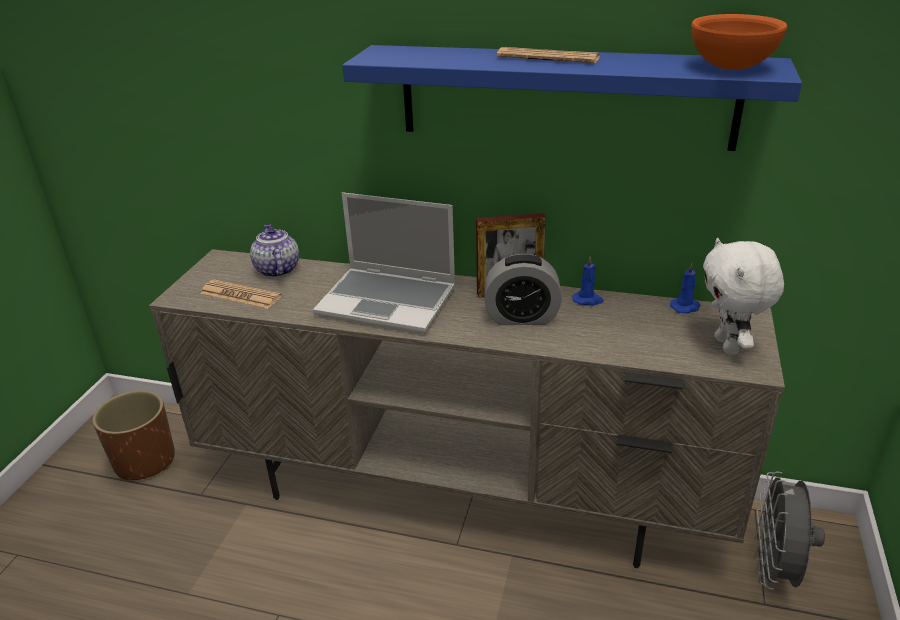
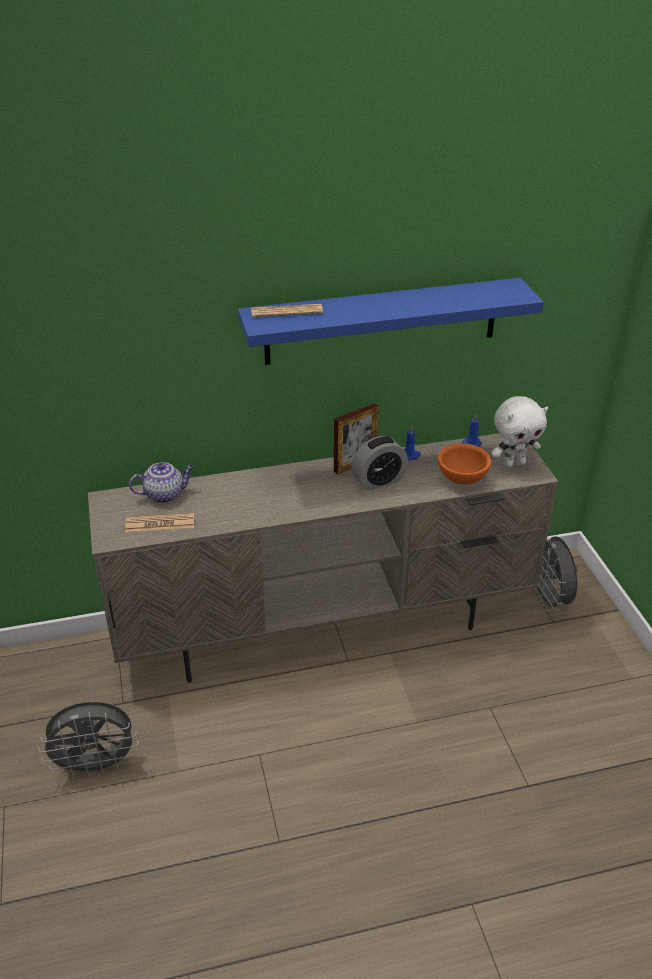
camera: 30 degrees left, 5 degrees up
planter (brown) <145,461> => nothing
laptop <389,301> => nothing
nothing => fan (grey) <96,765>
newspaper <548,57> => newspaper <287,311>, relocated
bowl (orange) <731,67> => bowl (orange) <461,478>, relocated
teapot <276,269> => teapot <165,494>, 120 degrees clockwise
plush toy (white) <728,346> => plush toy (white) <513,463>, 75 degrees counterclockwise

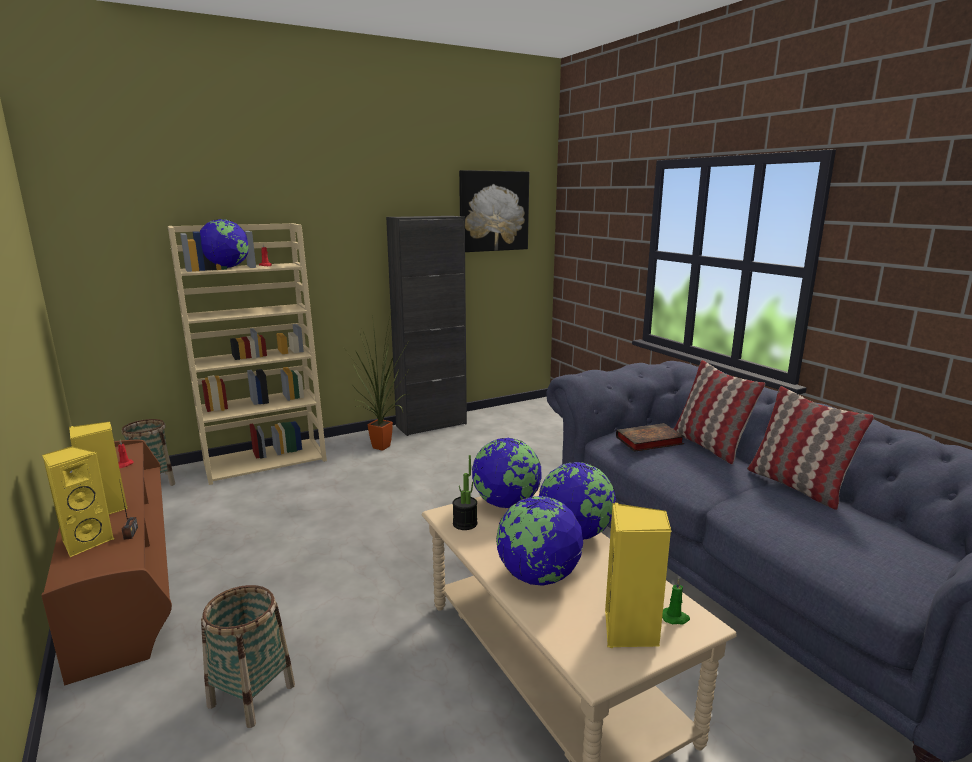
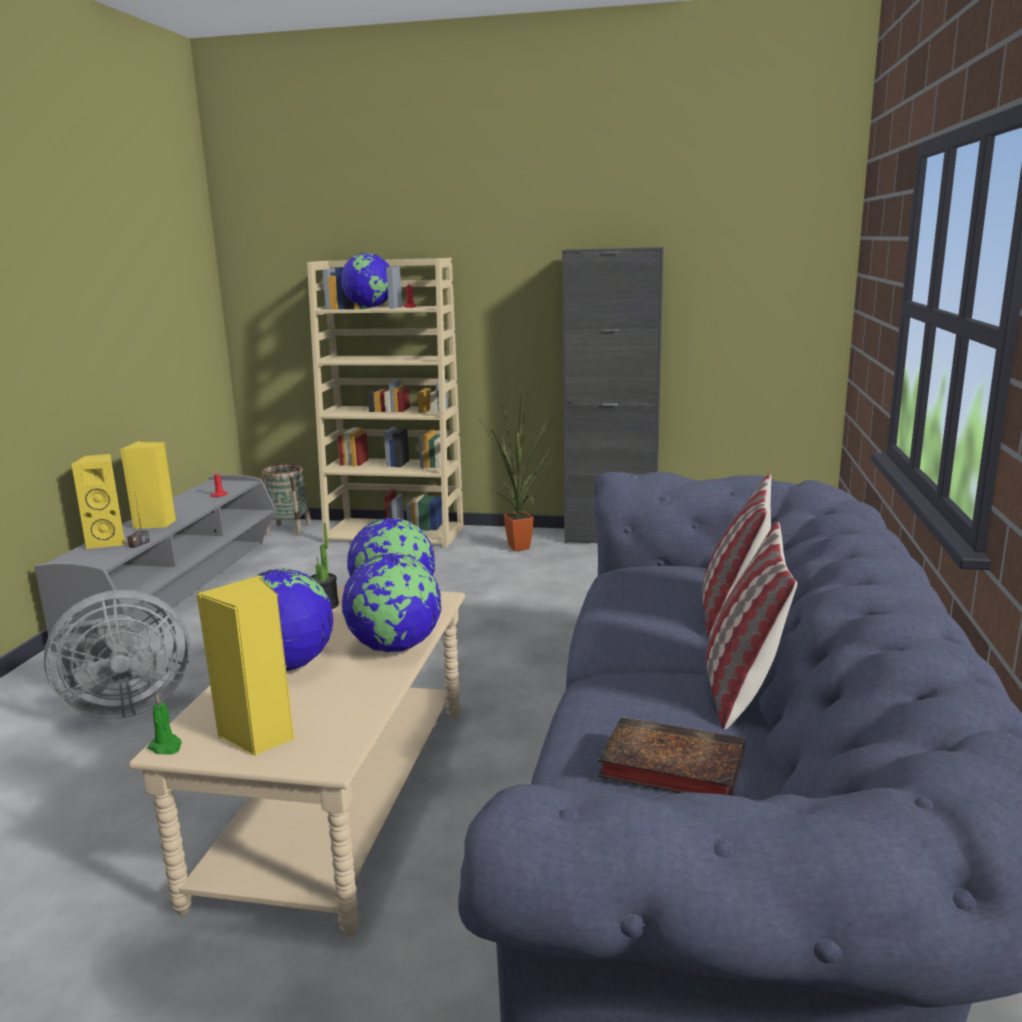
camera: 40 degrees right, 0 degrees up
picture <493,211> => nothing
book <648,441> => book <667,766>, relocated
candle (green) <675,618> => candle (green) <166,747>, relocated
basket <251,695> => fan (grey) <123,707>
tv stand (brown) <126,569> => tv stand (grey) <181,590>

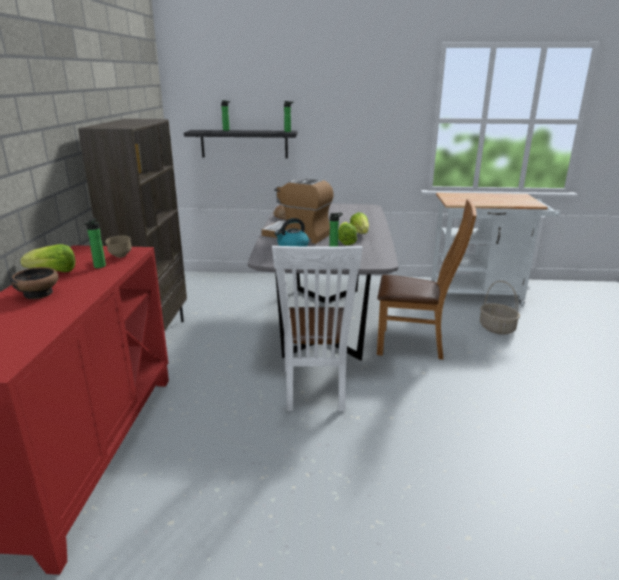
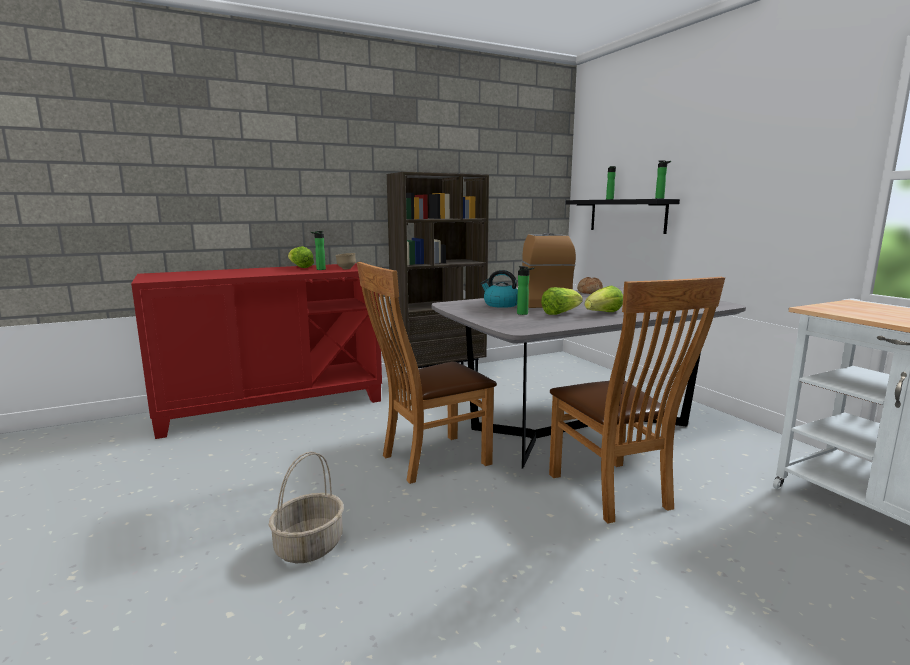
camera: 60 degrees right, 10 degrees down
bowl <38,293> => nothing
basket <496,328> => basket <309,545>, relocated
chair (white) <315,392> => chair (brown) <429,460>

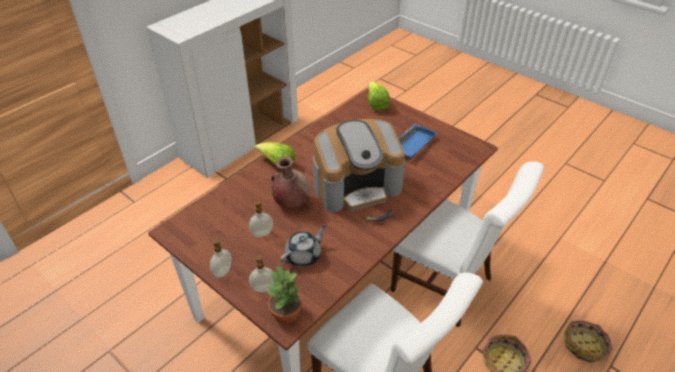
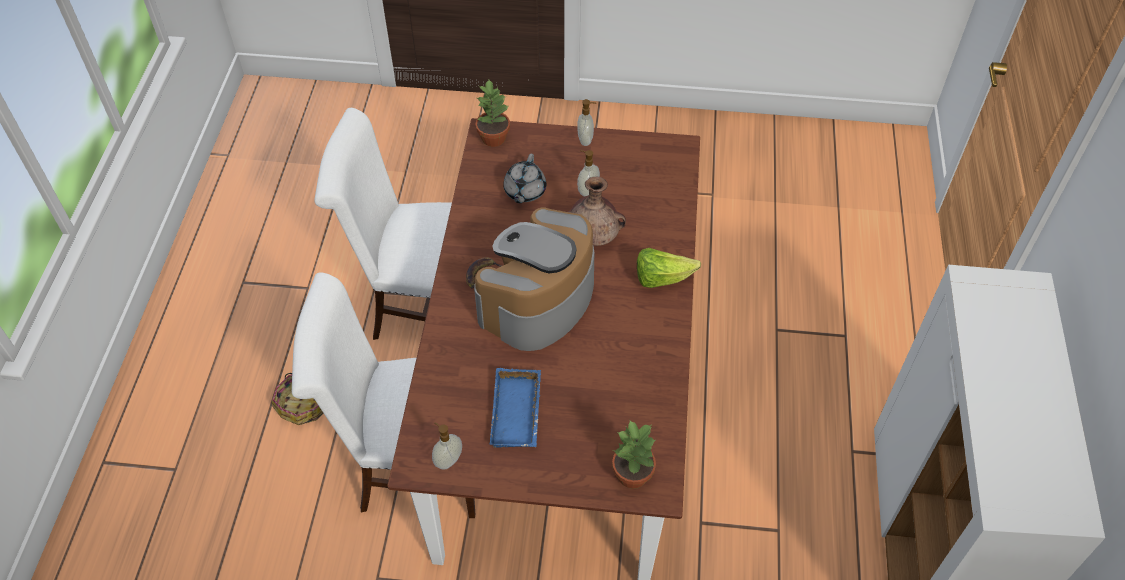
camera: 145 degrees right, 10 degrees up
basket <585,346> => nothing
soap dispenser <263,289> => soap dispenser <448,460>, relocated
lettuce <376,104> => potted plant <633,474>

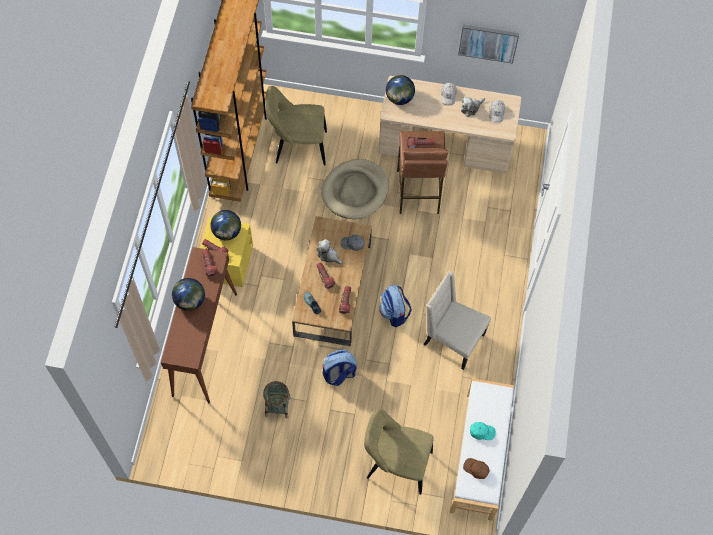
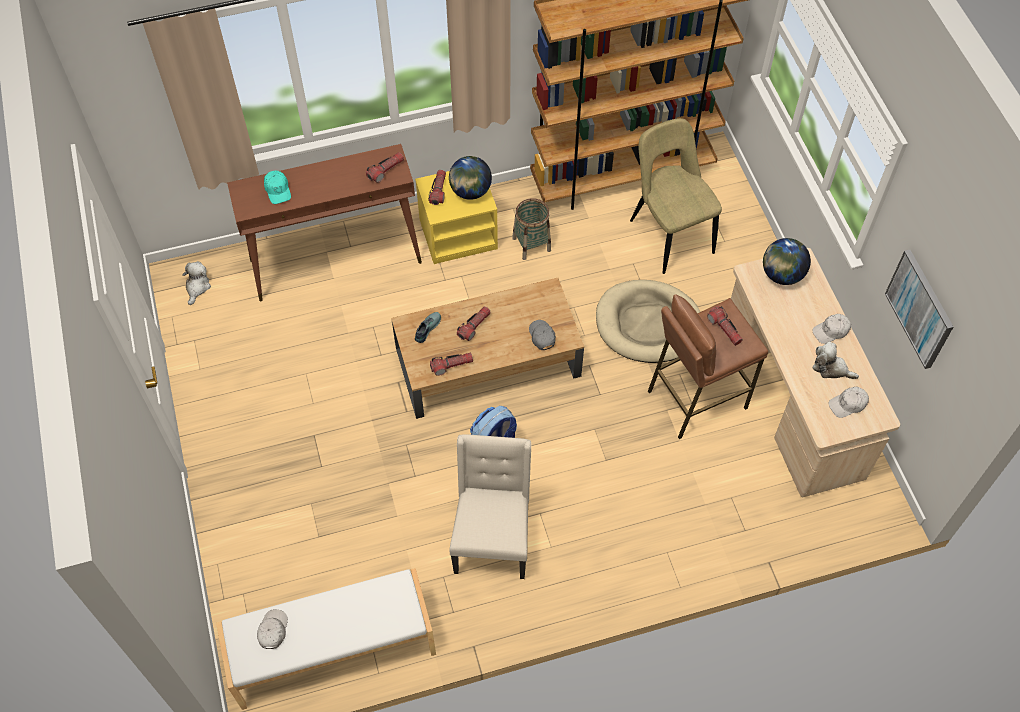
camera: 65 degrees right, 5 degrees down
globe <190,301> => nothing
backpack <339,374> => nothing
chair (beige) <396,464> => nothing
basket <278,406> => basket <531,244>, relocated
plush toy <328,255> => plush toy <197,287>, relocated
cap (turquoise) <481,432> => cap (turquoise) <278,190>, relocated
cap (brown) <476,469> => cap (white) <273,631>

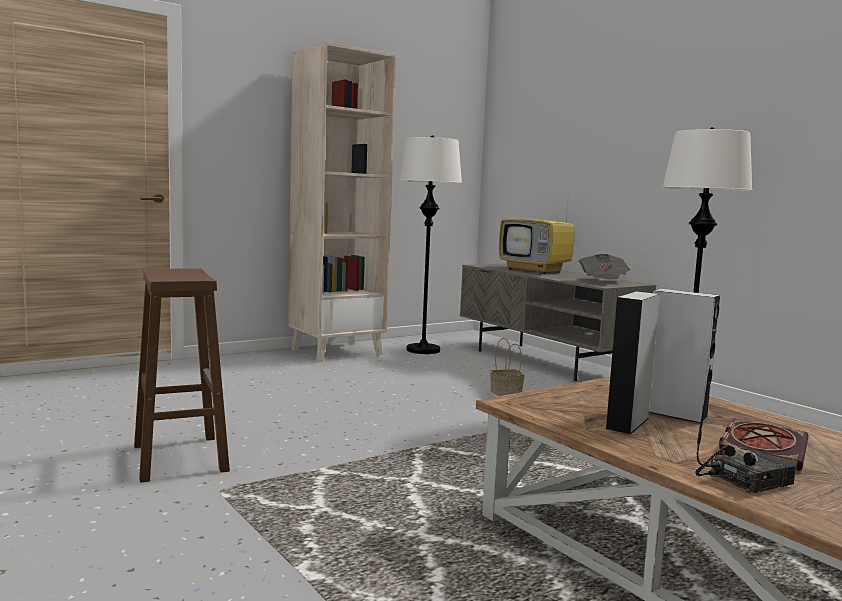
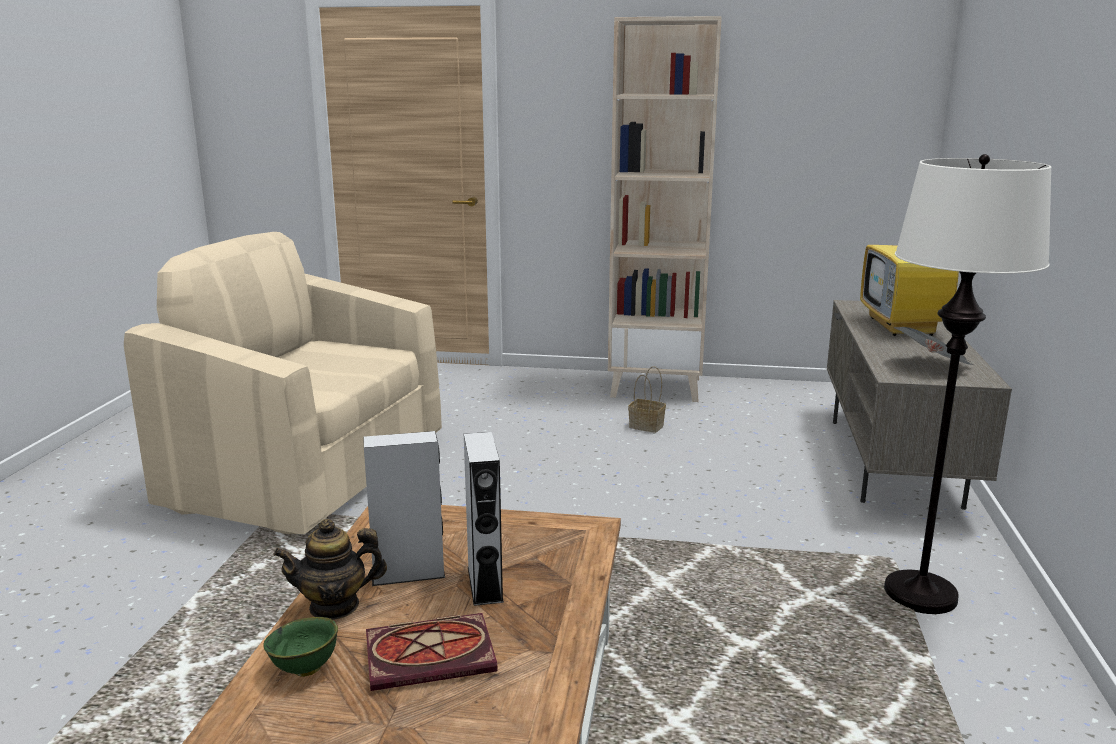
camera: 45 degrees right, 10 degrees up
floor lamp (white) <423,350> => nothing
nothing => teapot <334,606>
basket <506,392> => basket <647,426>, relocated
stool (brown) <179,457> => armchair (beige) <310,471>
radio <743,479> => bowl (green) <304,670>

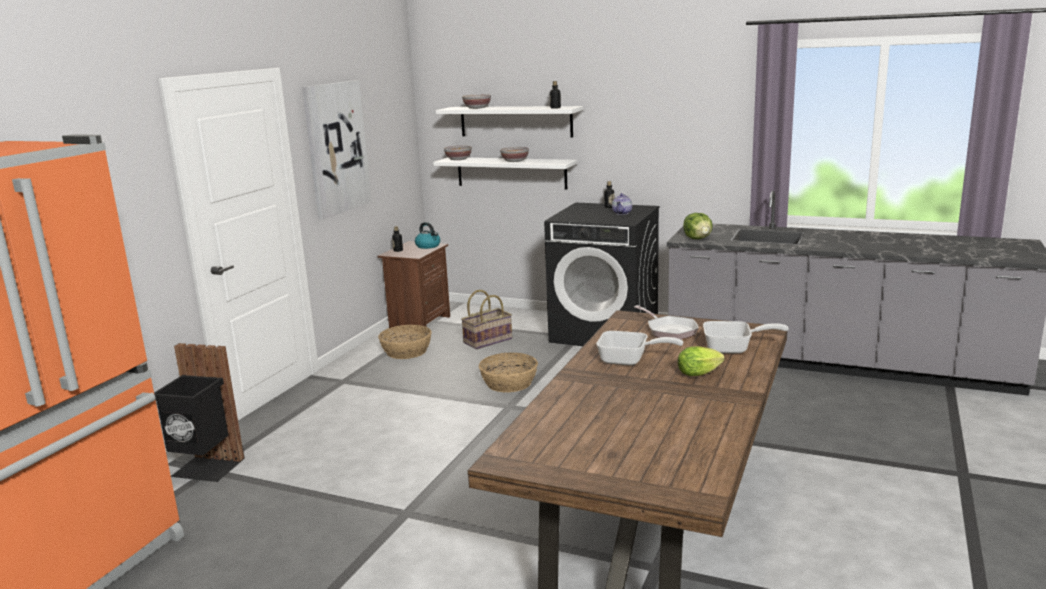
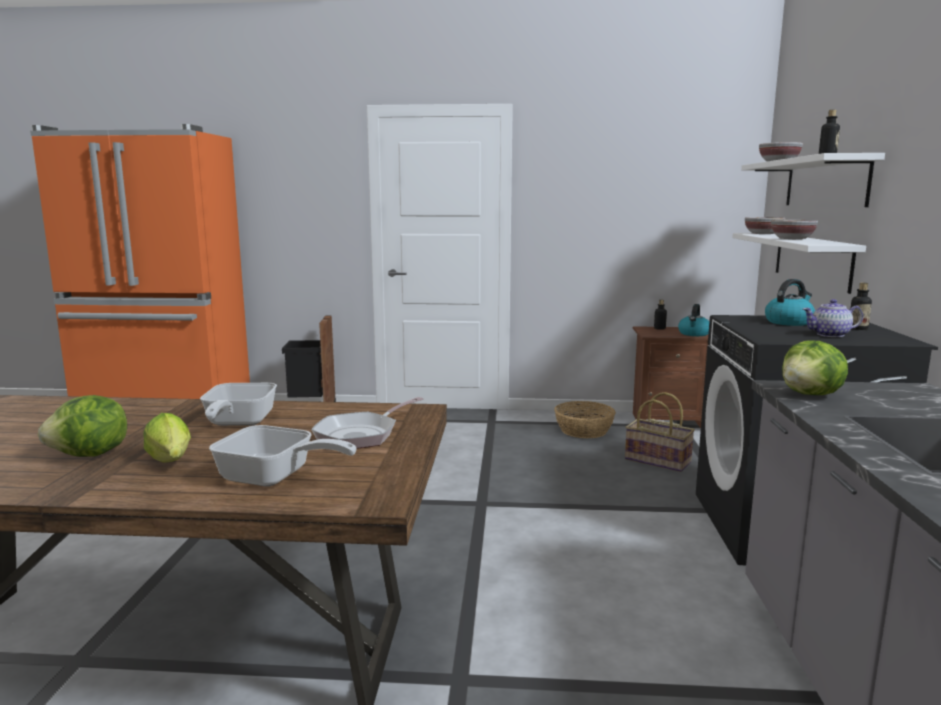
camera: 70 degrees right, 5 degrees down
picture <336,148> => nothing
basket <509,383> => nothing
nothing => lettuce <91,455>
nothing => kettle <789,322>
frying pan <733,349> => frying pan <274,477>, 60 degrees counterclockwise

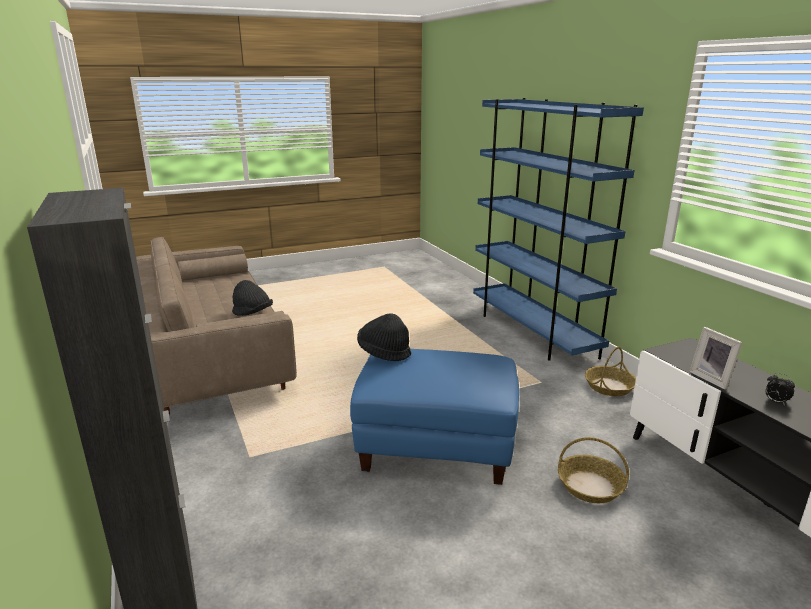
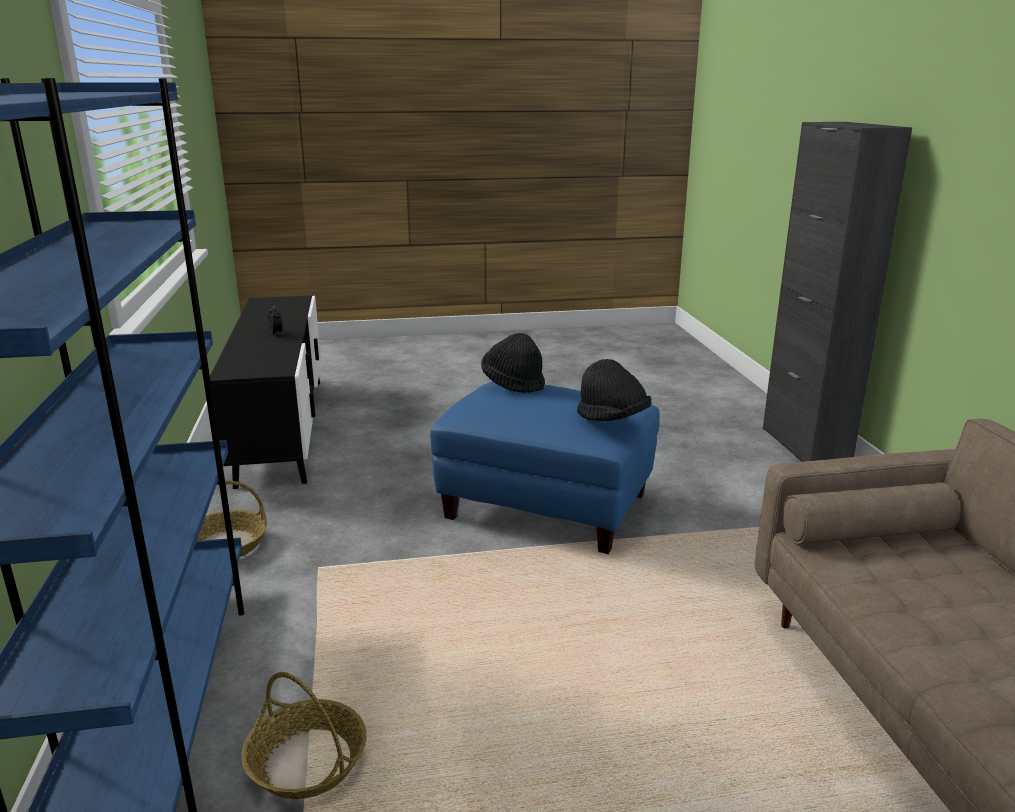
camera: 165 degrees left, 0 degrees up
picture frame <712,378> => nothing
hat (black) <252,314> => hat (black) <513,383>, relocated
basket <590,486> => basket <306,761>, relocated

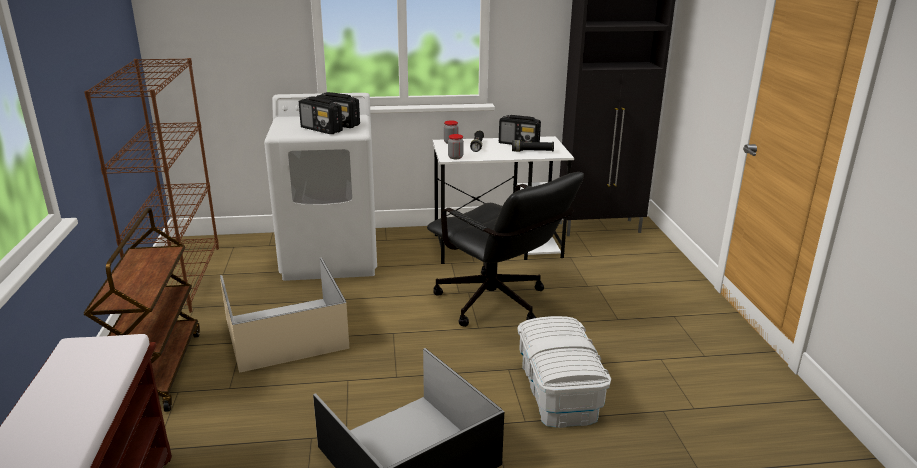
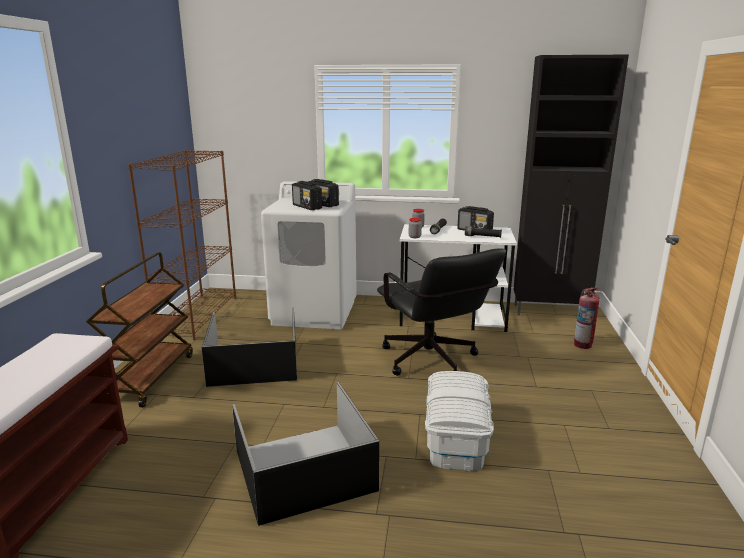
camera: 15 degrees right, 5 degrees down
nothing => fire extinguisher <583,344>
storage box (beige) <287,332> => storage box (black) <255,362>

